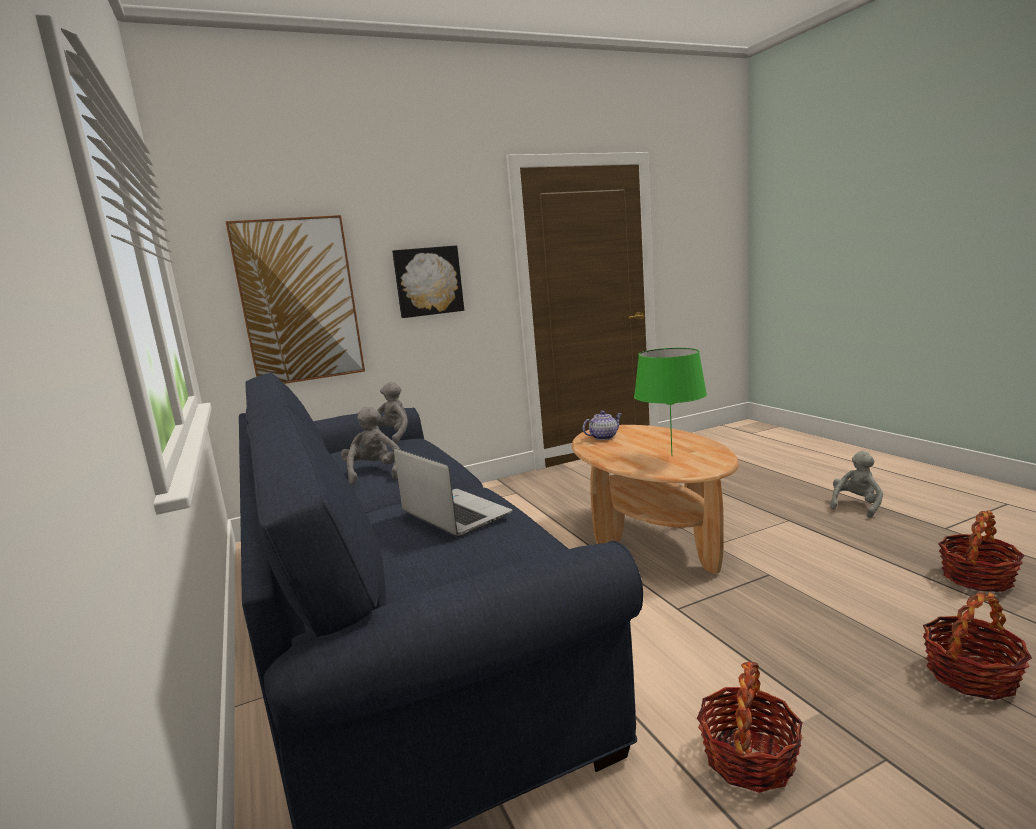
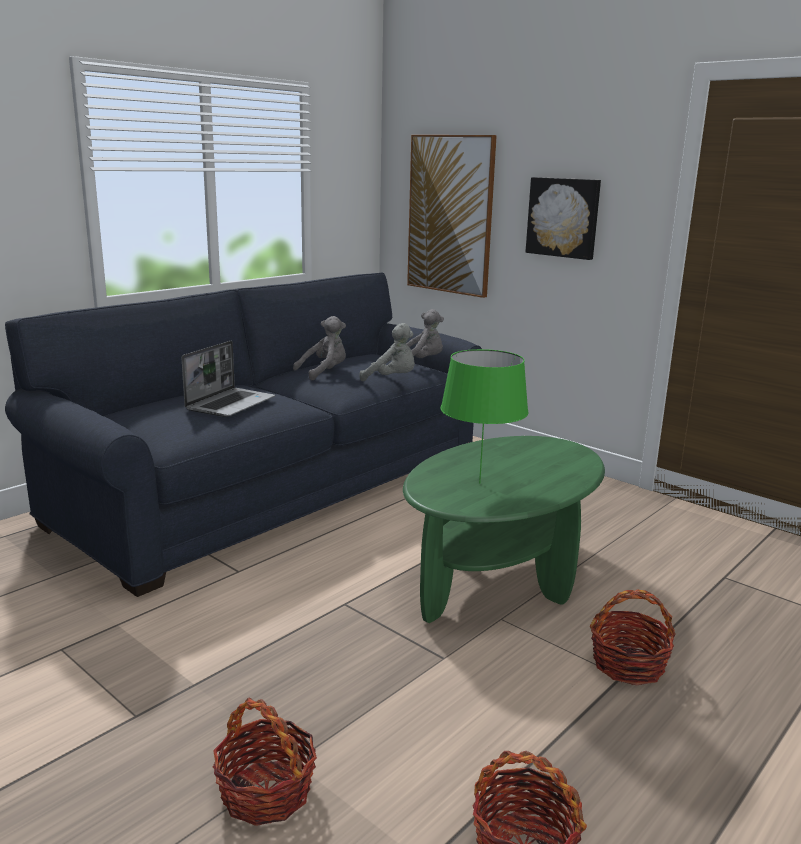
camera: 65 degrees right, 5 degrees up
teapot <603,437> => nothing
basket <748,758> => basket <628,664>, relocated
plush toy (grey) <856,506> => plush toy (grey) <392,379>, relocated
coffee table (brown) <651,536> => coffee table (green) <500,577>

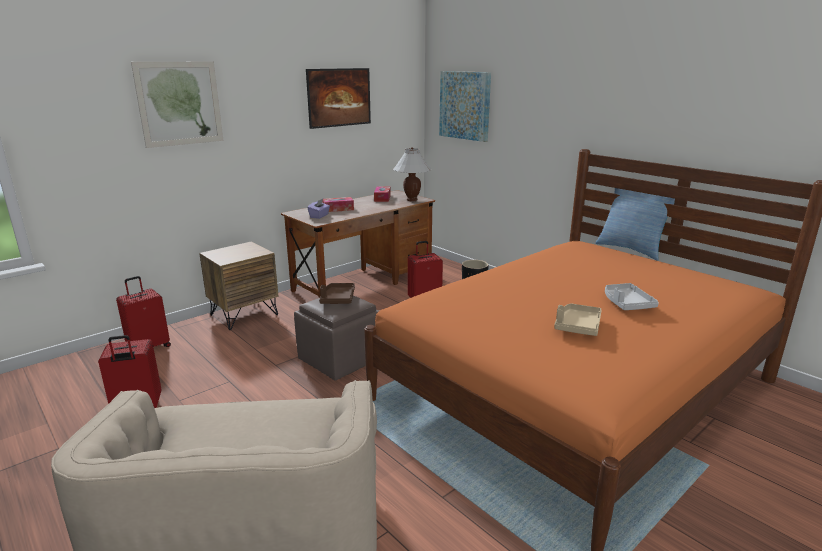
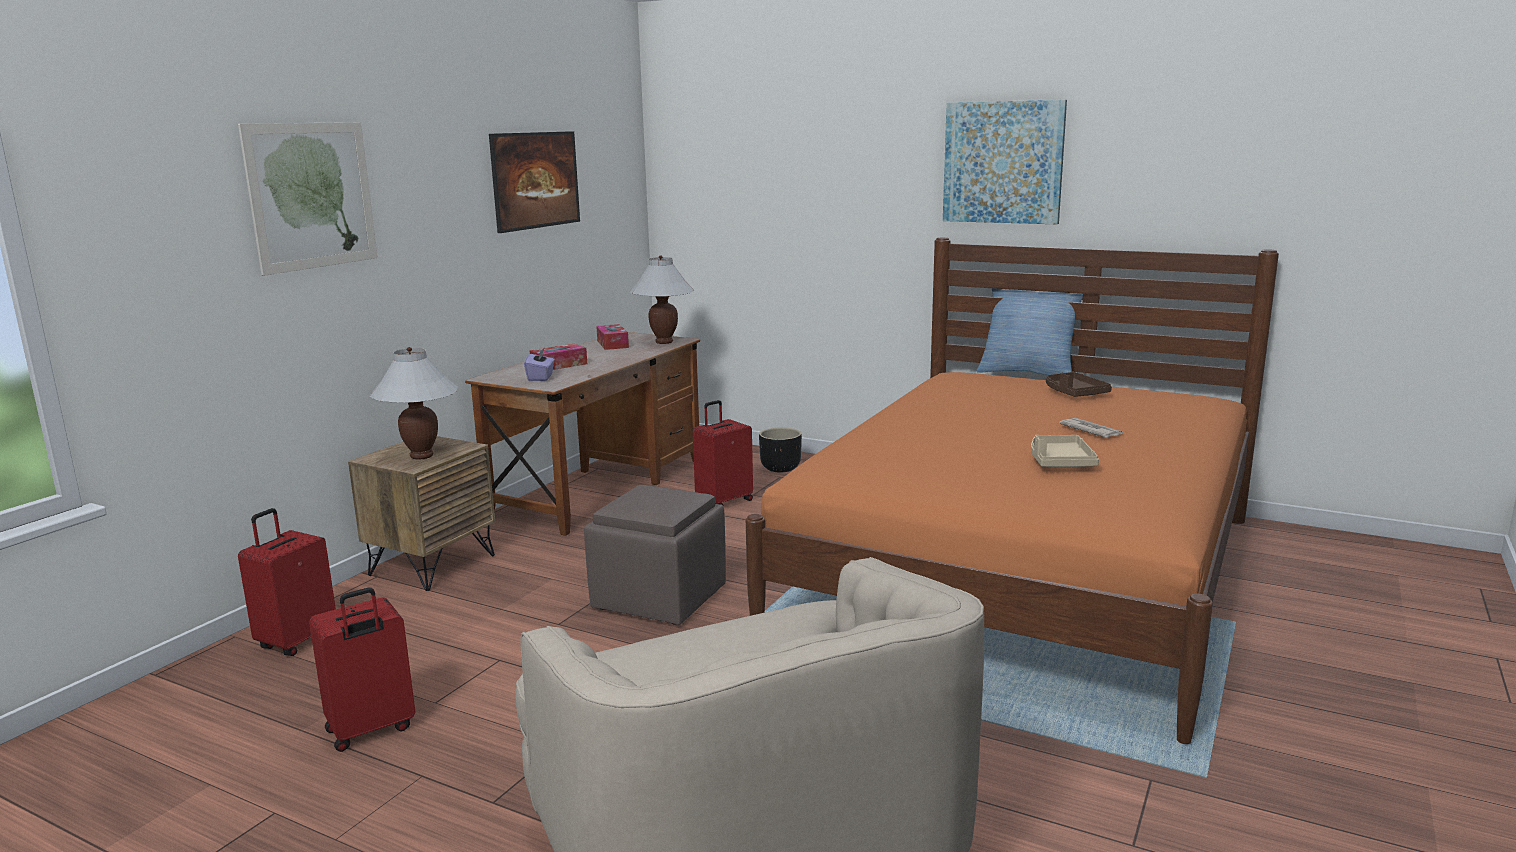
camera: 20 degrees left, 5 degrees down
nothing => table lamp (white) <422,456>
tray (brown) <337,299> => tray (brown) <1074,393>, relocated
picture <465,105> => picture <1003,162>, relocated
tray (grey) <626,303> => newspaper <1090,430>

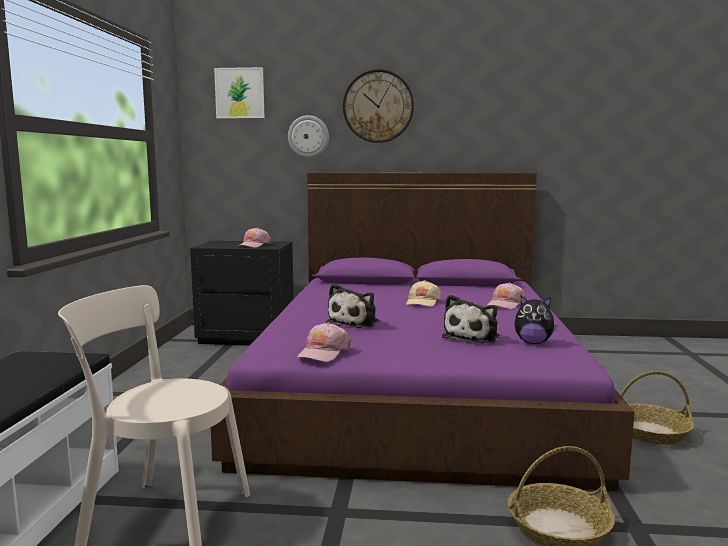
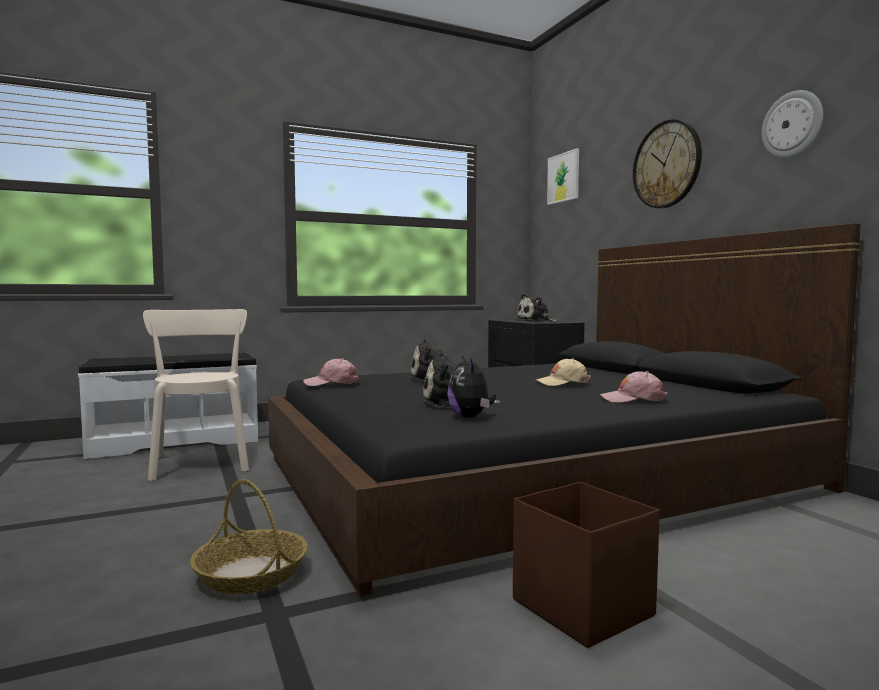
camera: 60 degrees right, 5 degrees down
wall clock <308,136> => wall clock <792,125>, relocated
cap (pink) <254,245> => plush toy <536,321>
basket <650,432> => storage box (brown) <581,607>
bed (purple) <416,383> => bed (black) <531,473>

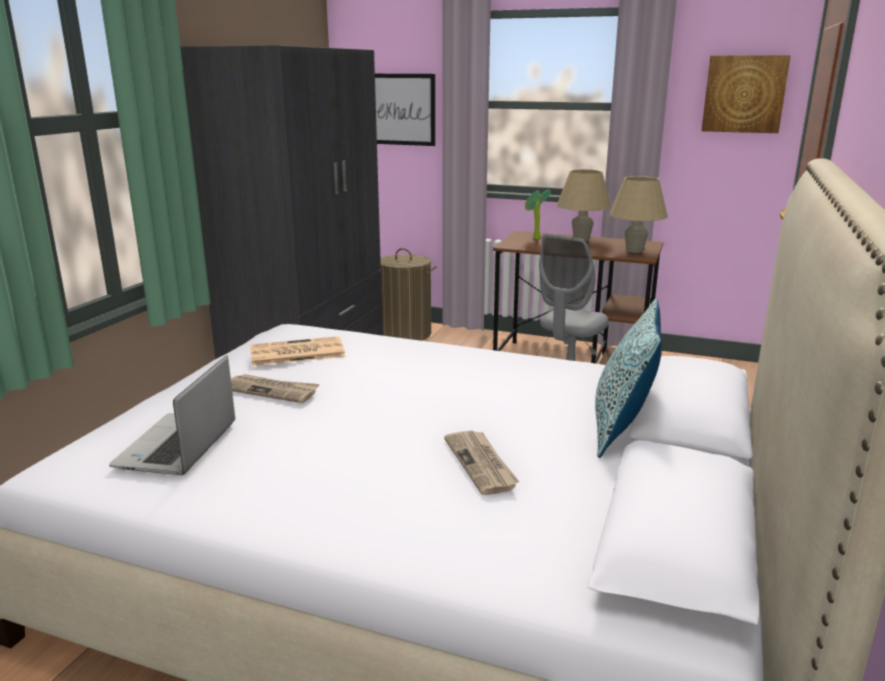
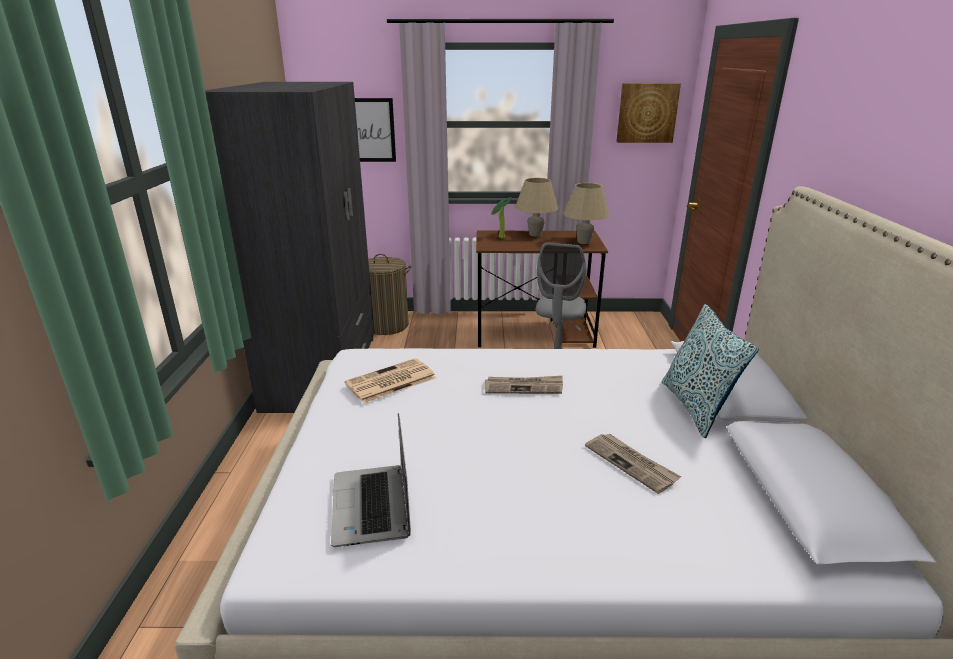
camera: 20 degrees left, 5 degrees up
newspaper <271,390> => newspaper <524,387>, relocated

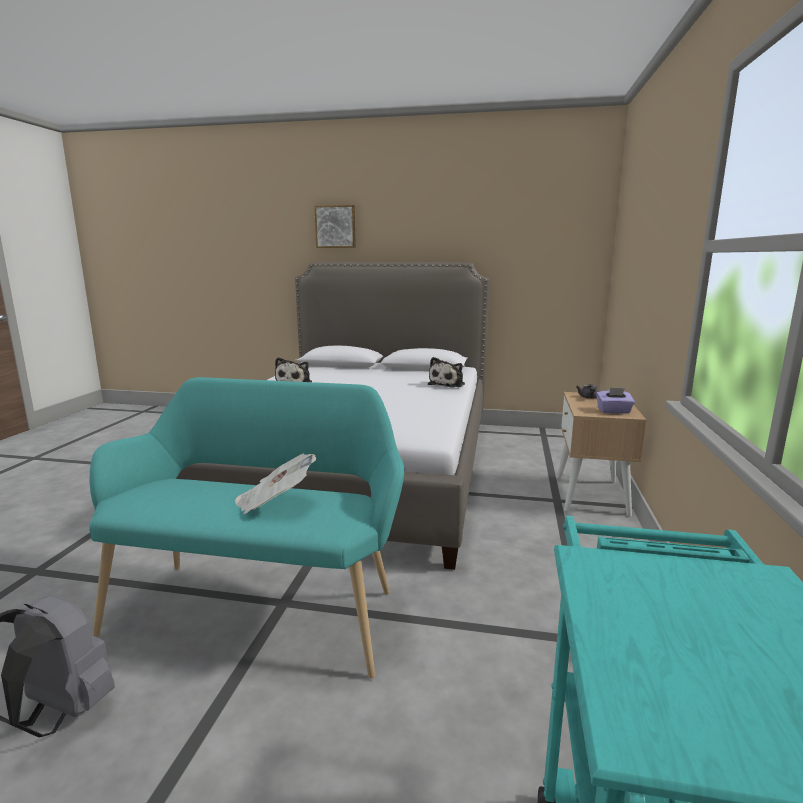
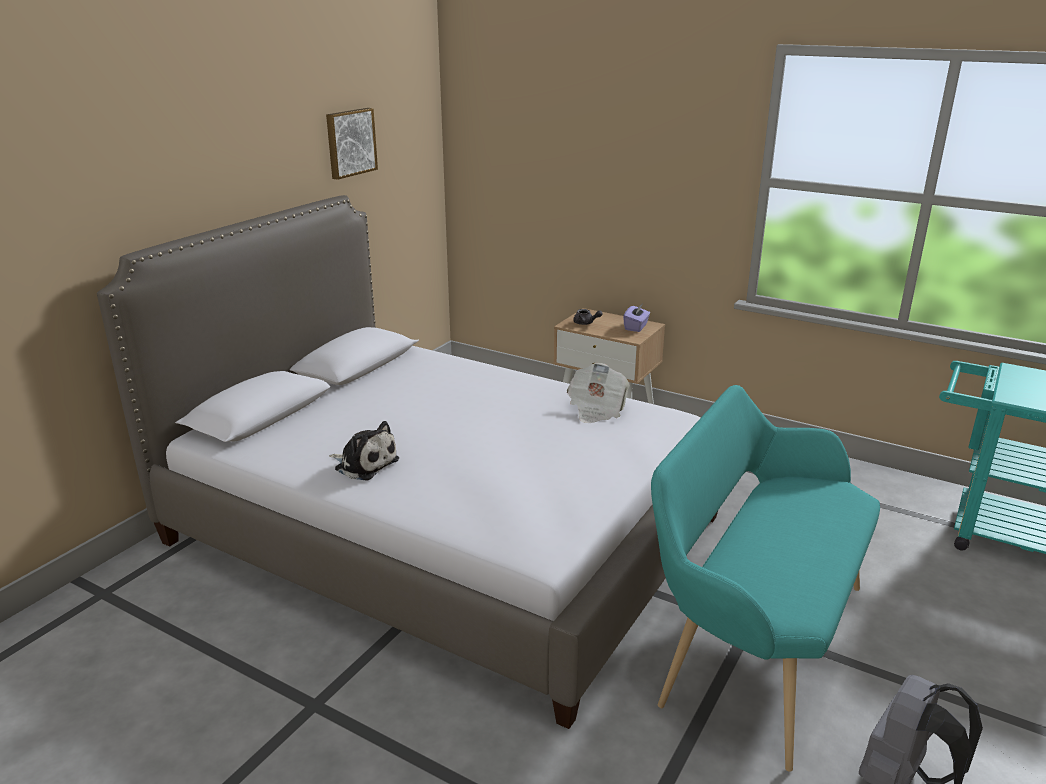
camera: 70 degrees left, 10 degrees up
plush toy <448,384> => nothing
newspaper <275,502> => newspaper <596,409>, relocated
picture <335,226> => picture <350,142>, relocated

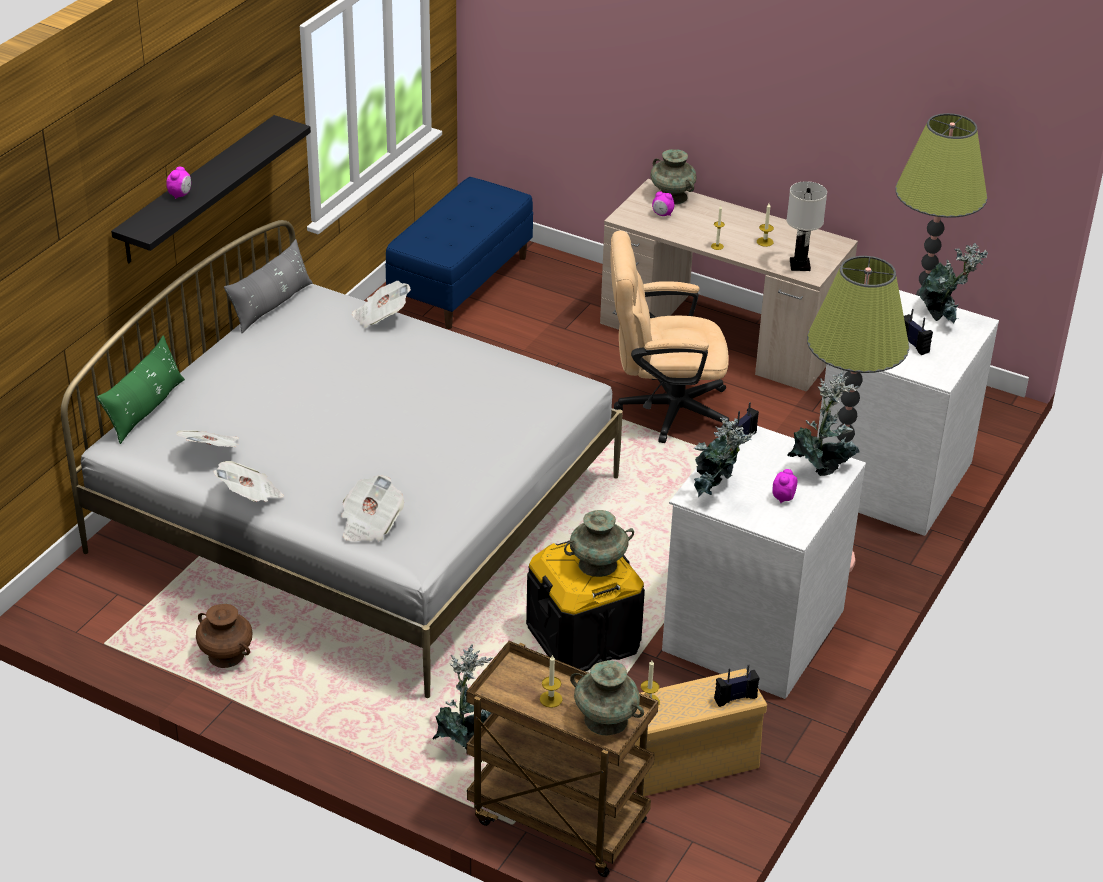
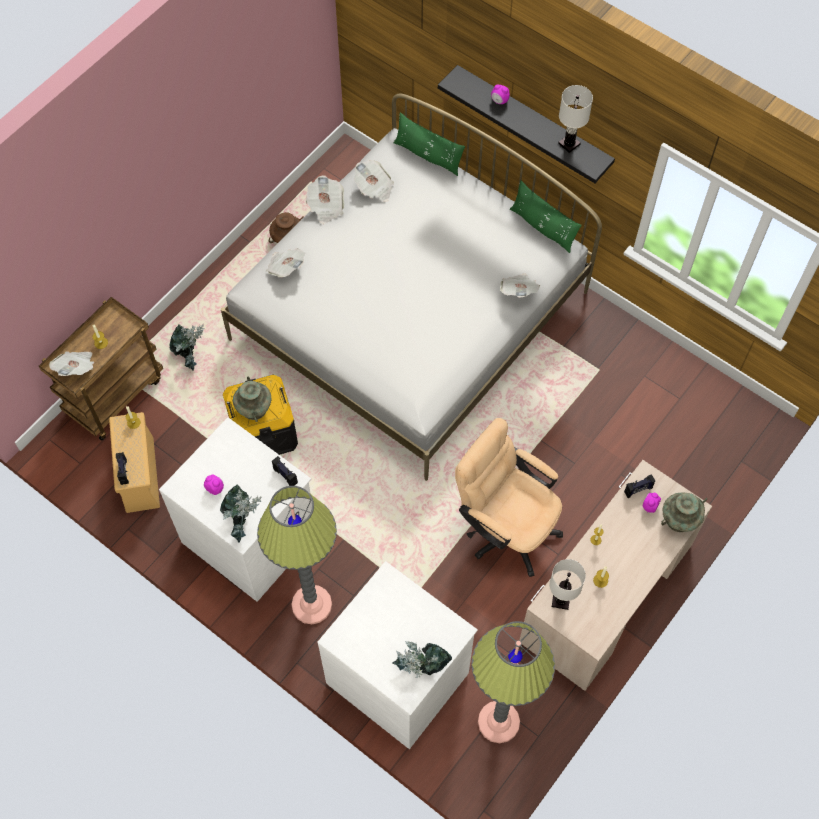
camera: 100 degrees right, 25 degrees up
bench (blue) <460,282> => nothing
potted plant <715,490> => nothing
nothing => table lamp (white) <569,143>
radio <914,344> => radio <638,490>, relocated
vase (turquoise) <605,720> => newspaper <76,368>
pillow (grey) <271,305> => pillow (green) <543,227>
office chair (beige) <663,409> => office chair (beige) <505,527>, 60 degrees counterclockwise

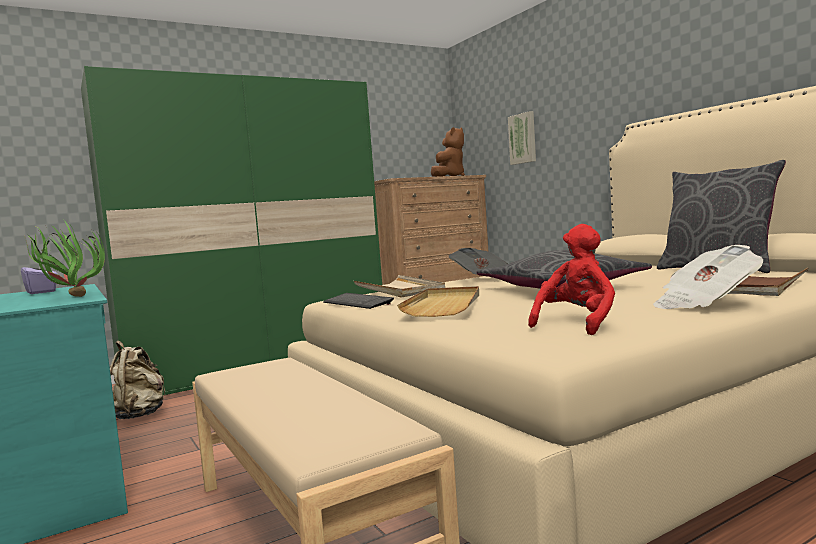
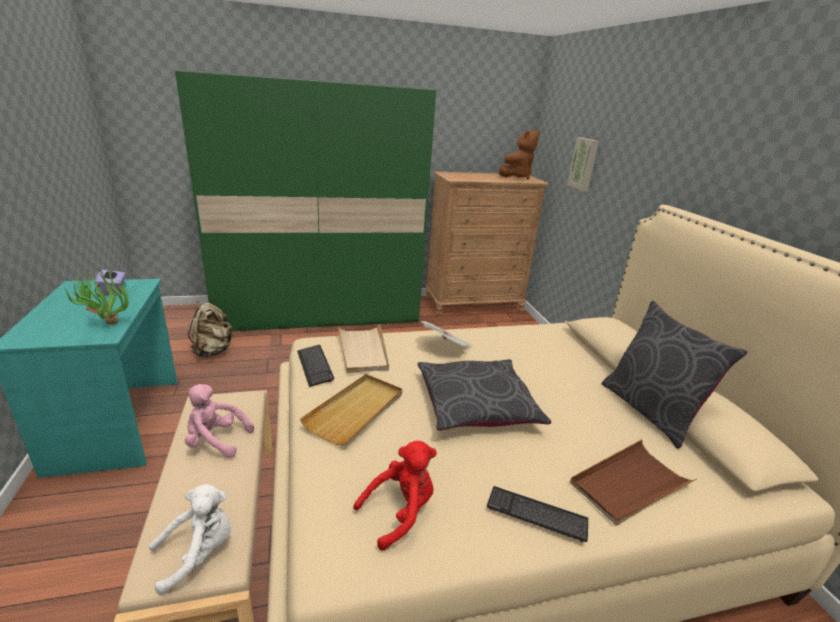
camera: 15 degrees right, 20 degrees up
nothing => plush toy (white) <199,553>
nothing => plush toy (pink) <216,441>
newspaper <704,304> => keyboard <536,514>

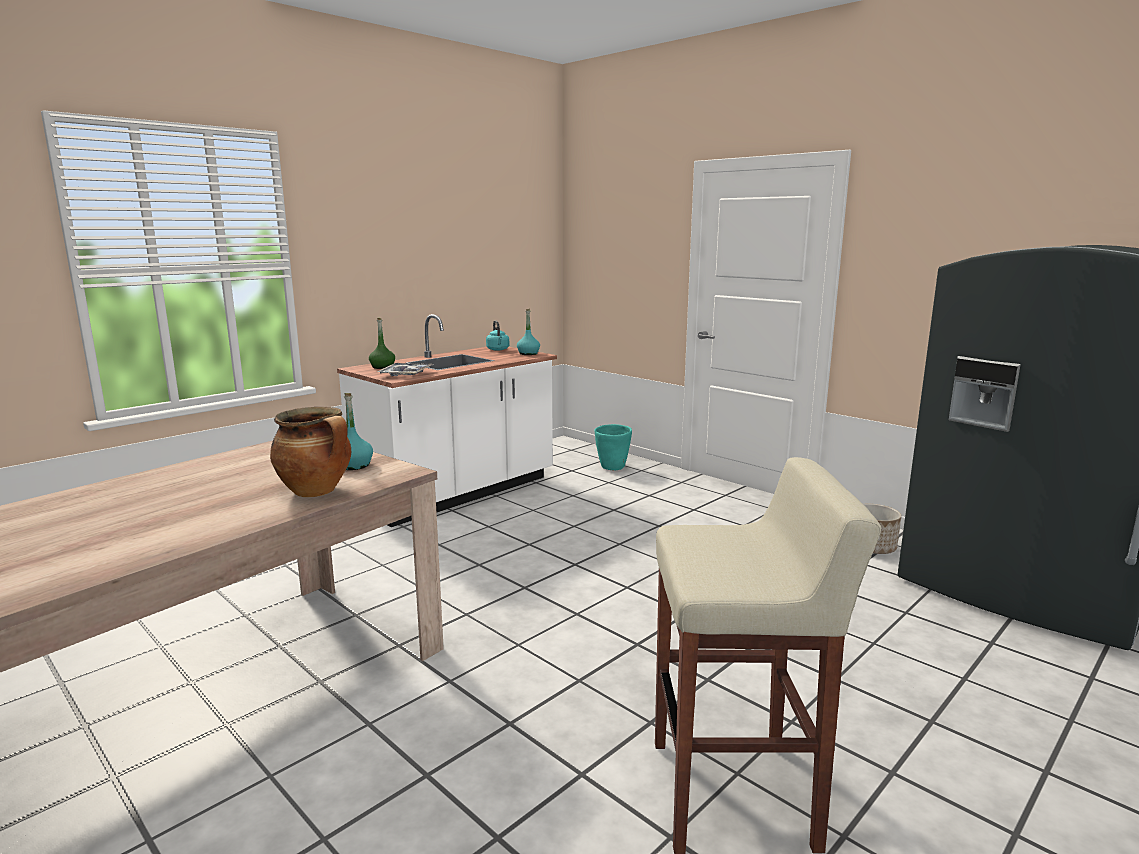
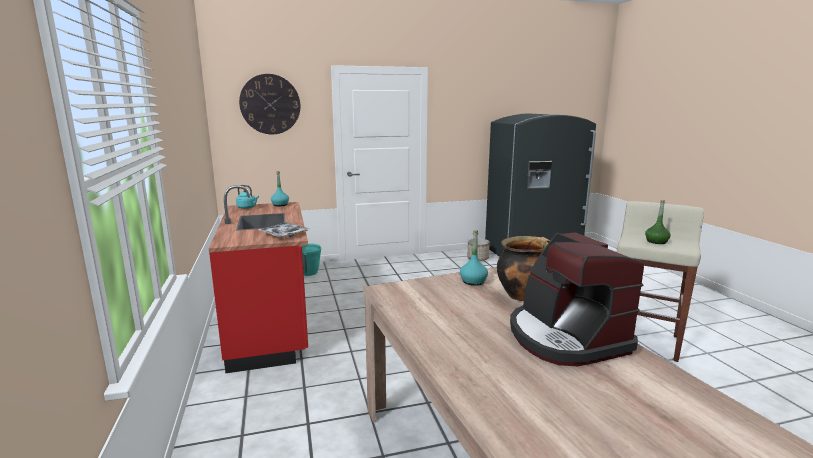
camera: 60 degrees left, 0 degrees up
nothing => wall clock <270,104>
nothing => coffee machine <565,337>
bottle (green) <382,367> => bottle (green) <656,241>, relocated
counter (white) <458,493> => counter (red) <271,326>

